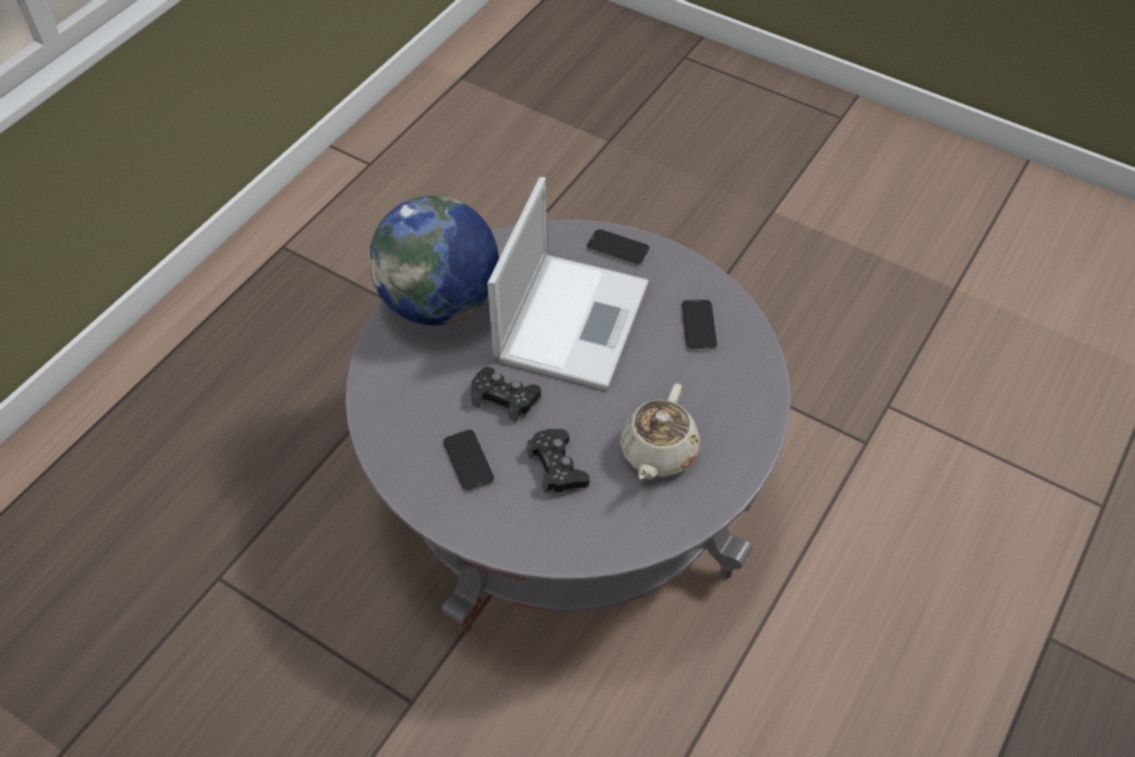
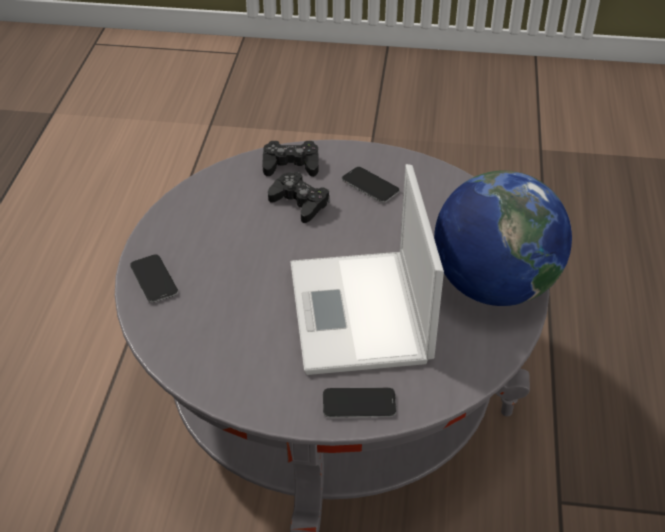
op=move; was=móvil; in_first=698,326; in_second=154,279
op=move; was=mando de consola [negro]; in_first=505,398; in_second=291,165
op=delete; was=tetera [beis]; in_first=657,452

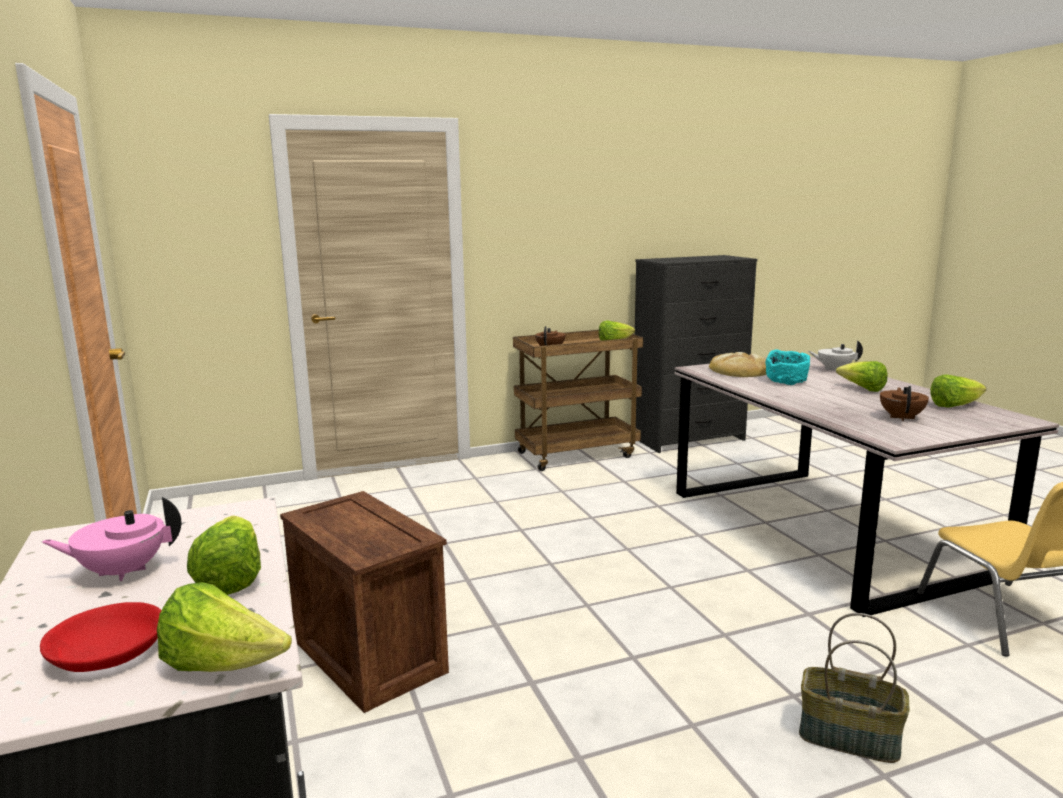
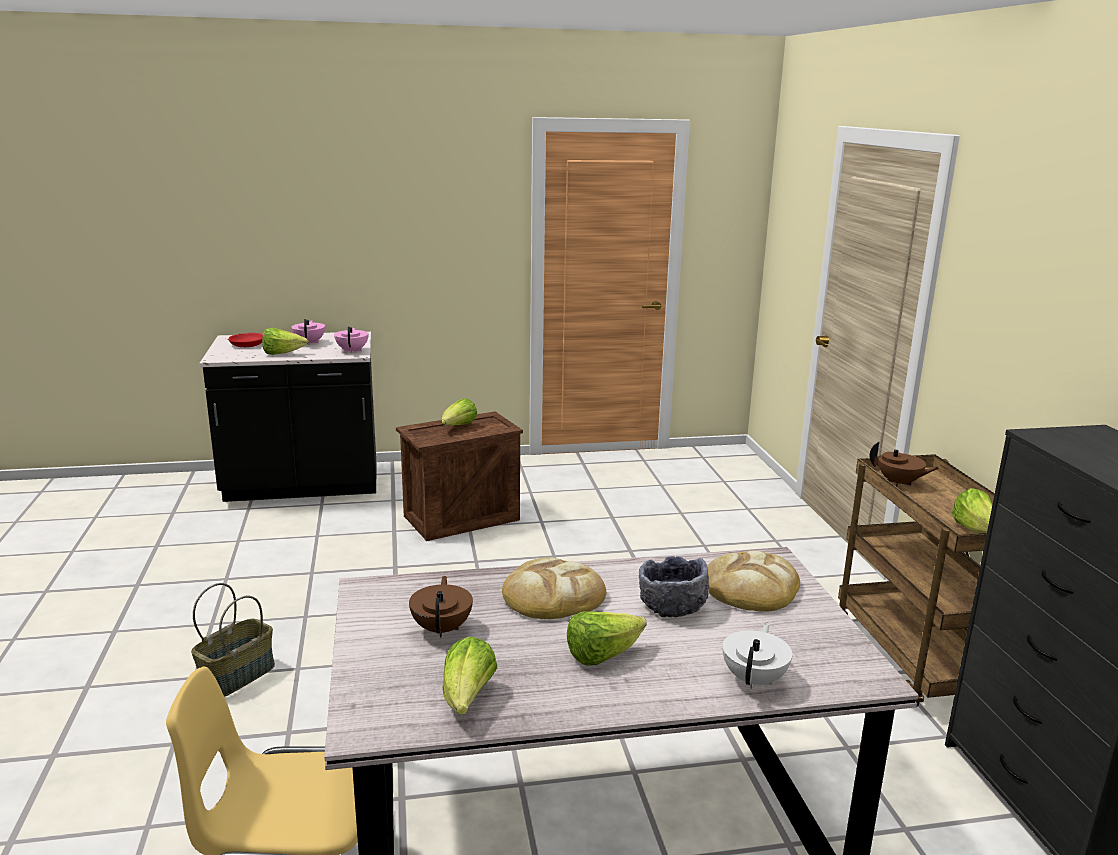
op=recolor; was=cuenco [turquesa]; now=cuenco [gris]; in_first=786,381; in_second=671,606
op=rotate; was=tetera [marrón]; in_first=901,417; in_second=442,628; clockwise=-120
op=move; was=lechuga; in_first=223,666; in_second=458,427
op=insert; now=tetera [rosa]; in_second=352,351
op=insert; now=pan; in_second=552,595

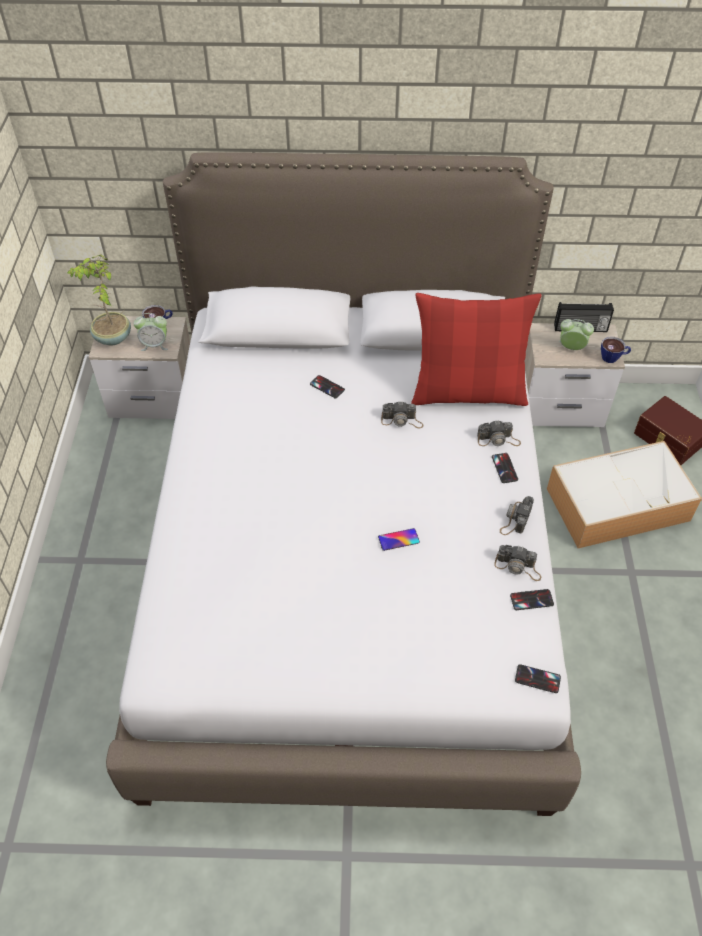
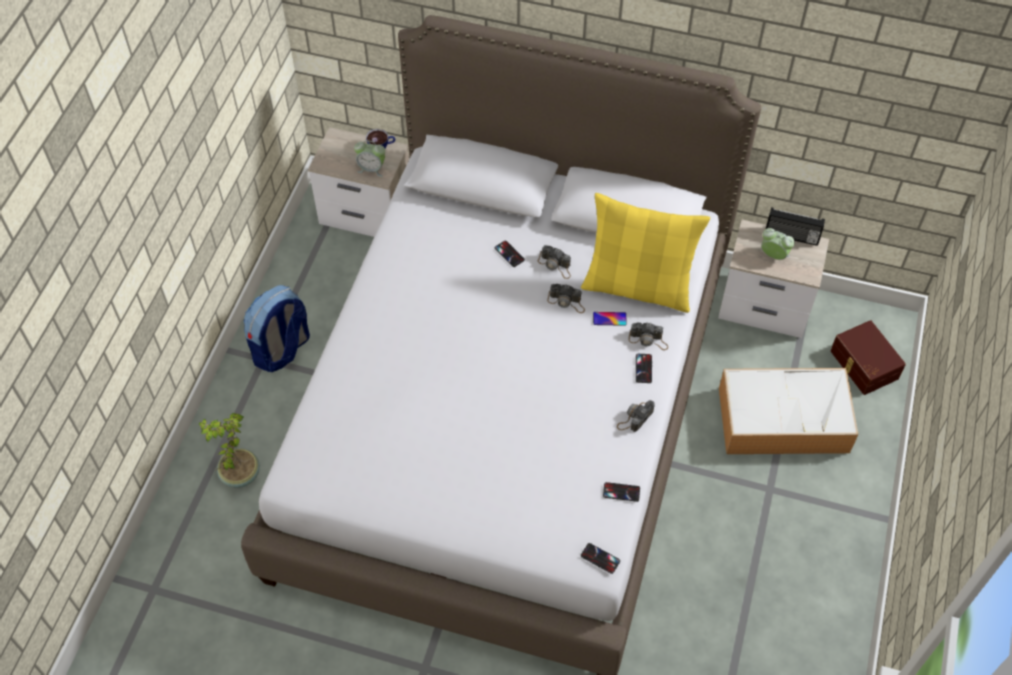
op=move; was=planta en maceta; in_first=112,338; in_second=239,475
op=recolor; was=cojín [rojo]; now=cojín [amarillo]; in_first=468,392; in_second=638,287
op=delete; was=taza; in_first=613,357
op=move; was=móvil; in_first=398,539; in_second=609,319
op=move; was=cámara; in_first=518,567; in_second=555,265
op=insert; now=mochila; in_second=282,350

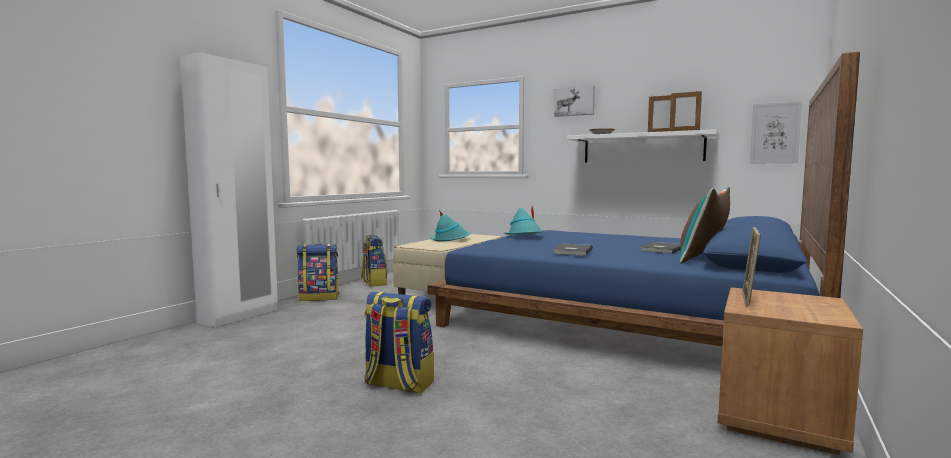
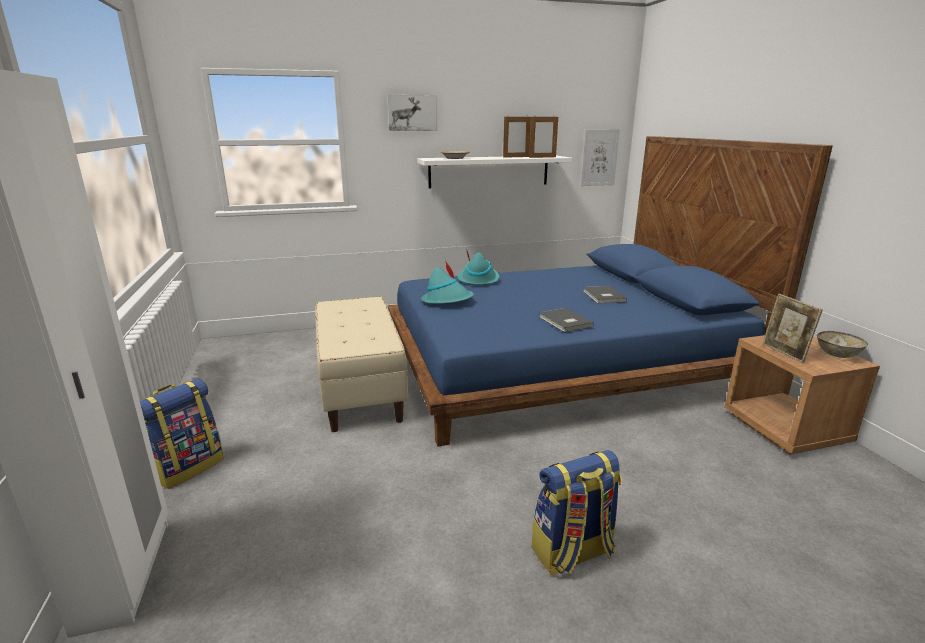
op=delete; was=cojín; in_first=703,259
op=move; was=sombrero [turquesa]; in_first=450,239; in_second=478,279
op=delete; was=mochila; in_first=374,283
op=insert; now=cuenco; in_second=837,354

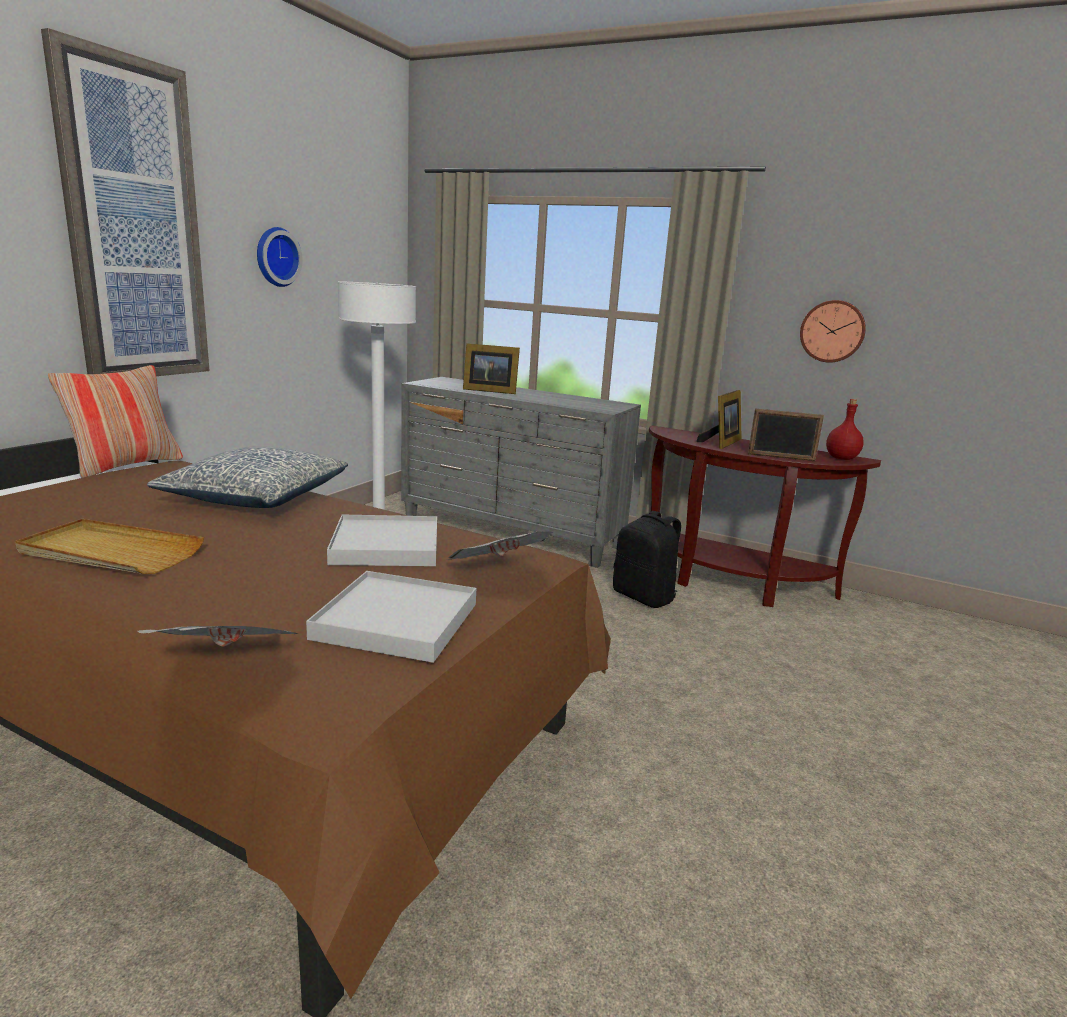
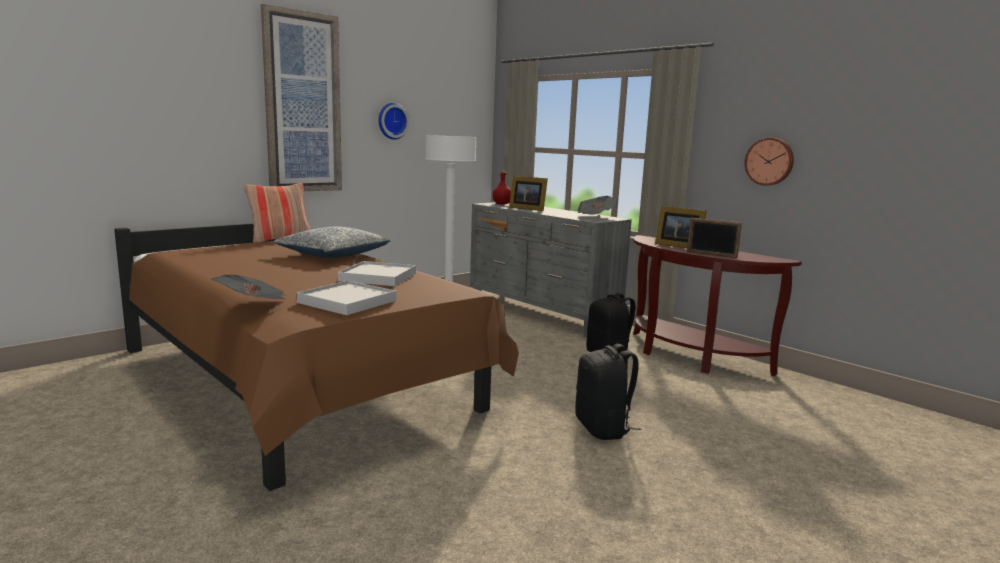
op=rotate; was=portarretratos; in_first=722,443; in_second=677,246; clockwise=75
op=move; was=botella [rojo]; in_first=841,458; in_second=502,204
op=delete; was=bandeja [beis]; in_first=110,553
op=move; was=periódico; in_first=497,572; in_second=596,217
op=insert; now=mochila [negro]; in_second=603,428

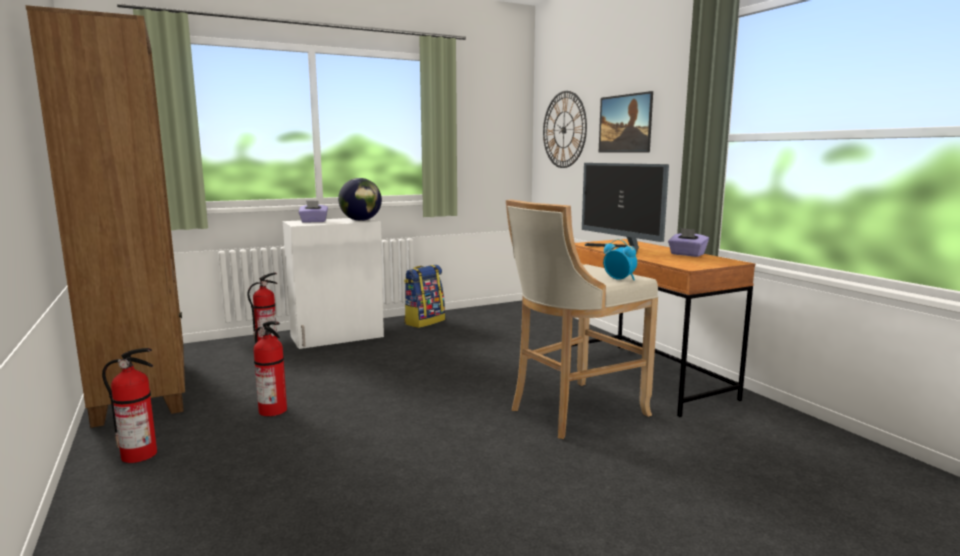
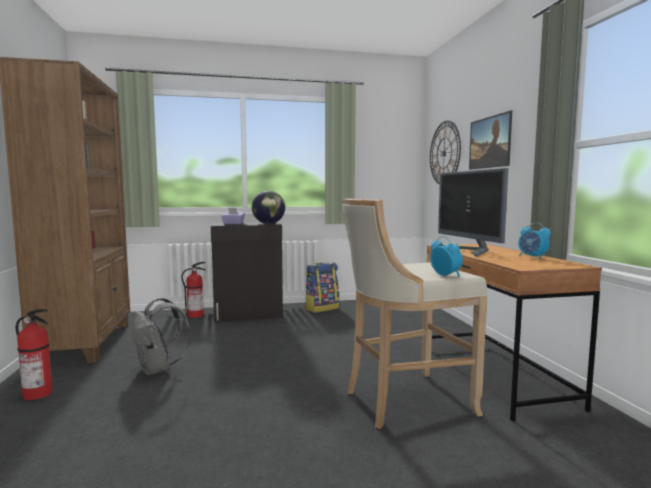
op=recolor; was=armario [blanco]; now=armario [negro]; in_first=338,336; in_second=249,315
op=replace; was=caja de pañuelos [morado]; now=despertador; in_first=687,254; in_second=532,257
op=replace; was=extintor; now=mochila [gris]; in_first=274,410; in_second=158,369

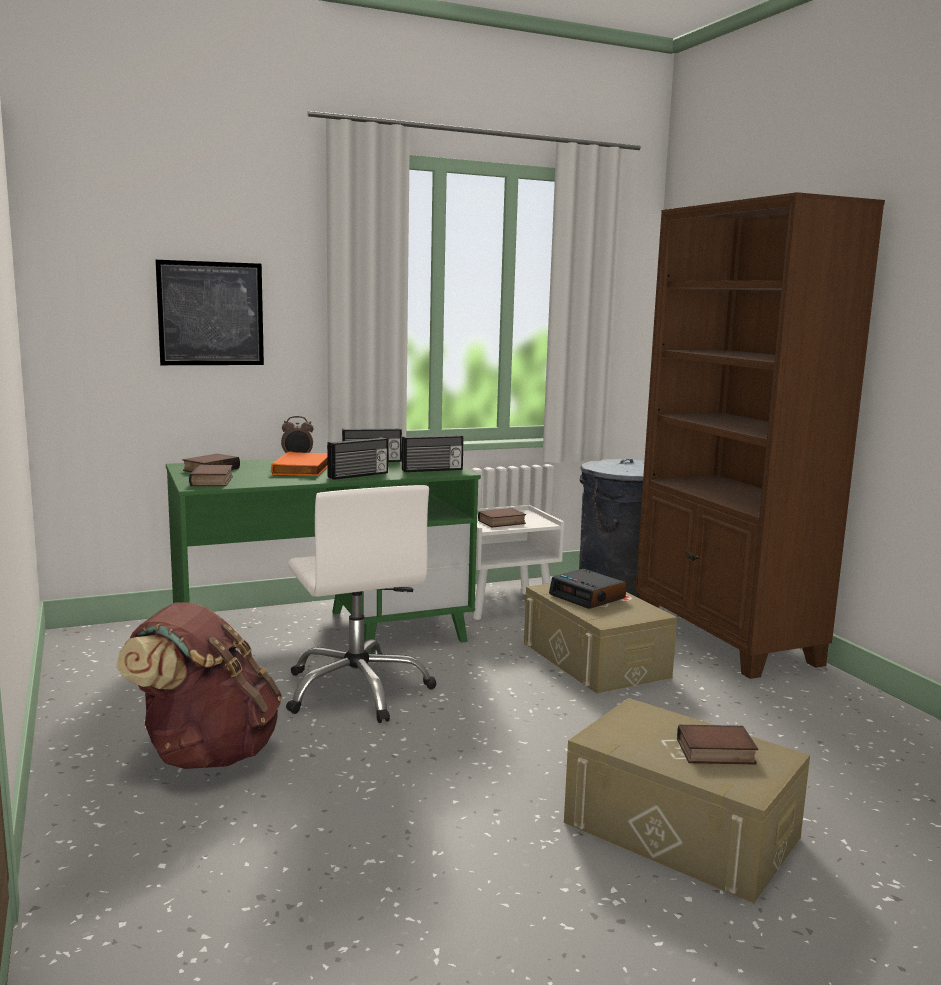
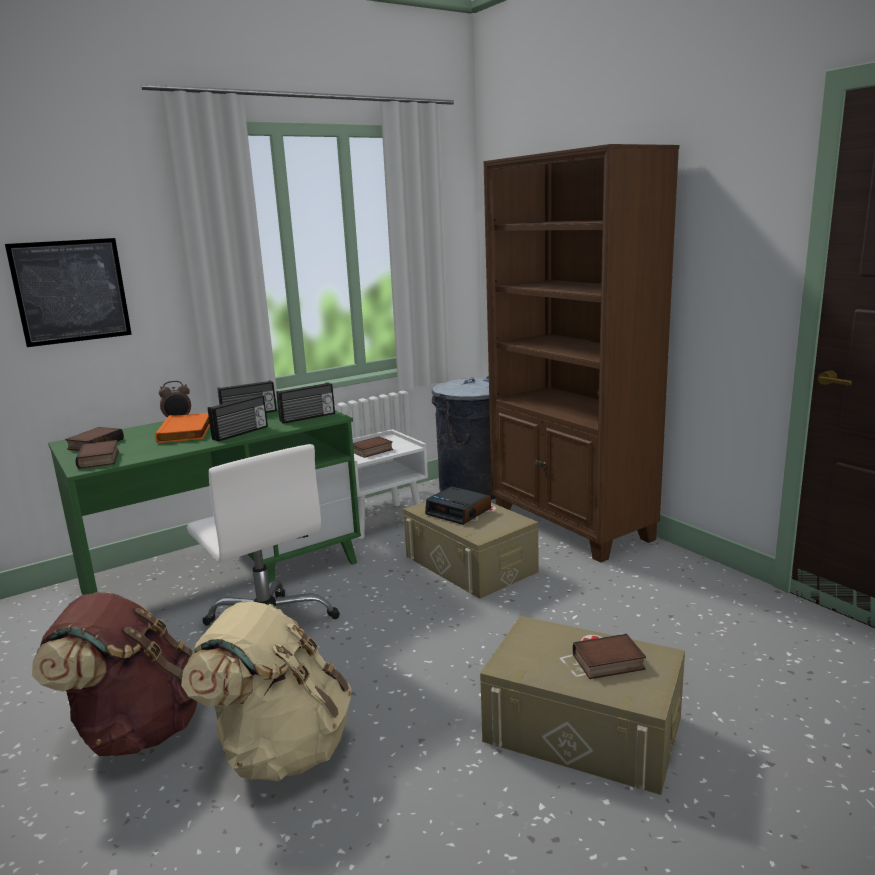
op=insert; now=mochila [beis]; in_second=281,749

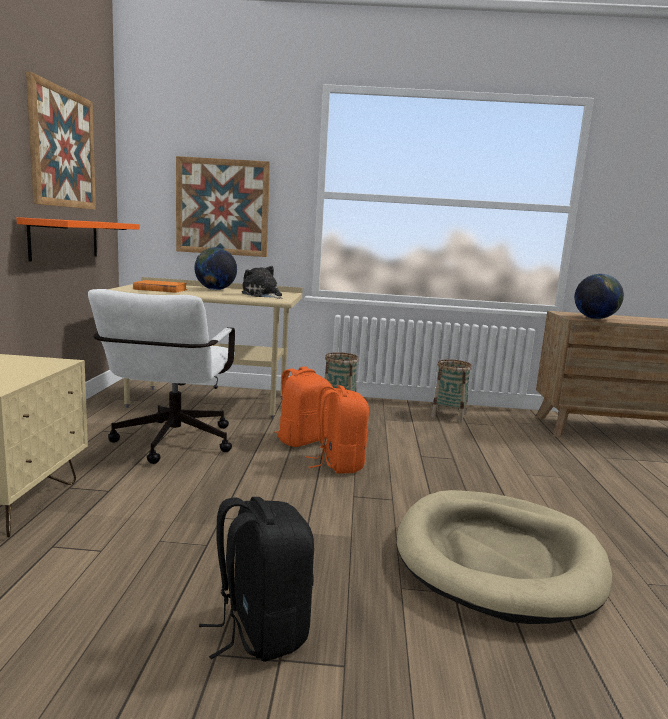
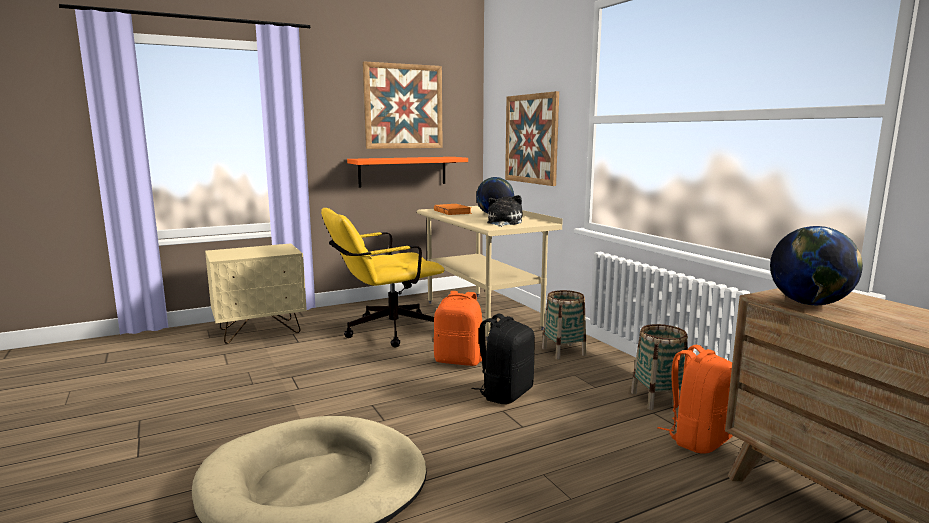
op=recolor; was=silla de oficina [blanco]; now=silla de oficina [amarillo]; in_first=170,445; in_second=384,332
op=move; was=mochila [naranja]; in_first=338,464; in_second=699,439
op=move; was=mochila [negro]; in_first=260,630; in_second=505,393

